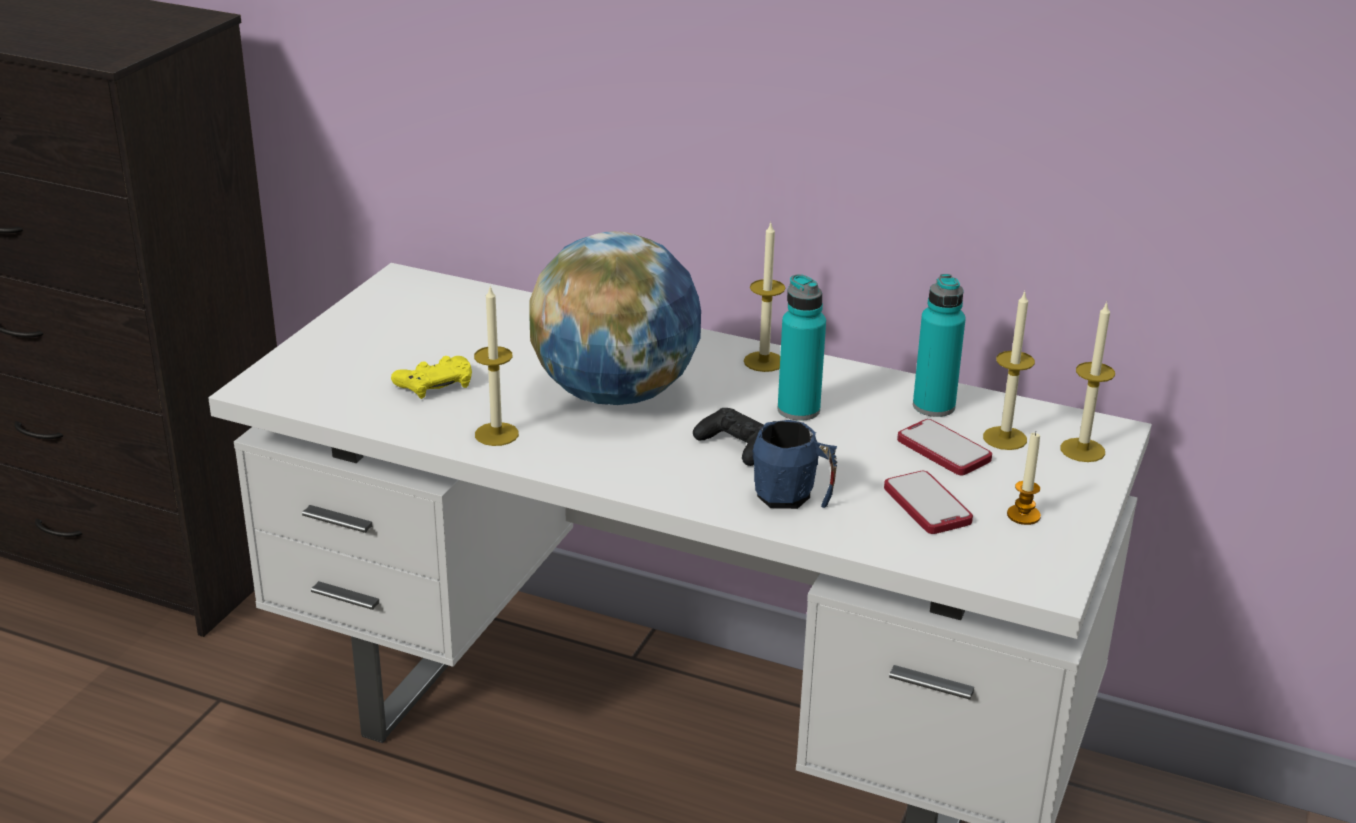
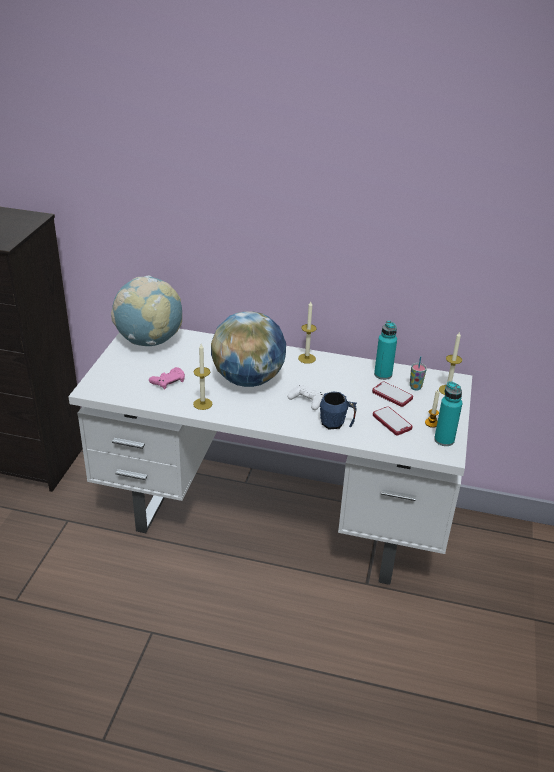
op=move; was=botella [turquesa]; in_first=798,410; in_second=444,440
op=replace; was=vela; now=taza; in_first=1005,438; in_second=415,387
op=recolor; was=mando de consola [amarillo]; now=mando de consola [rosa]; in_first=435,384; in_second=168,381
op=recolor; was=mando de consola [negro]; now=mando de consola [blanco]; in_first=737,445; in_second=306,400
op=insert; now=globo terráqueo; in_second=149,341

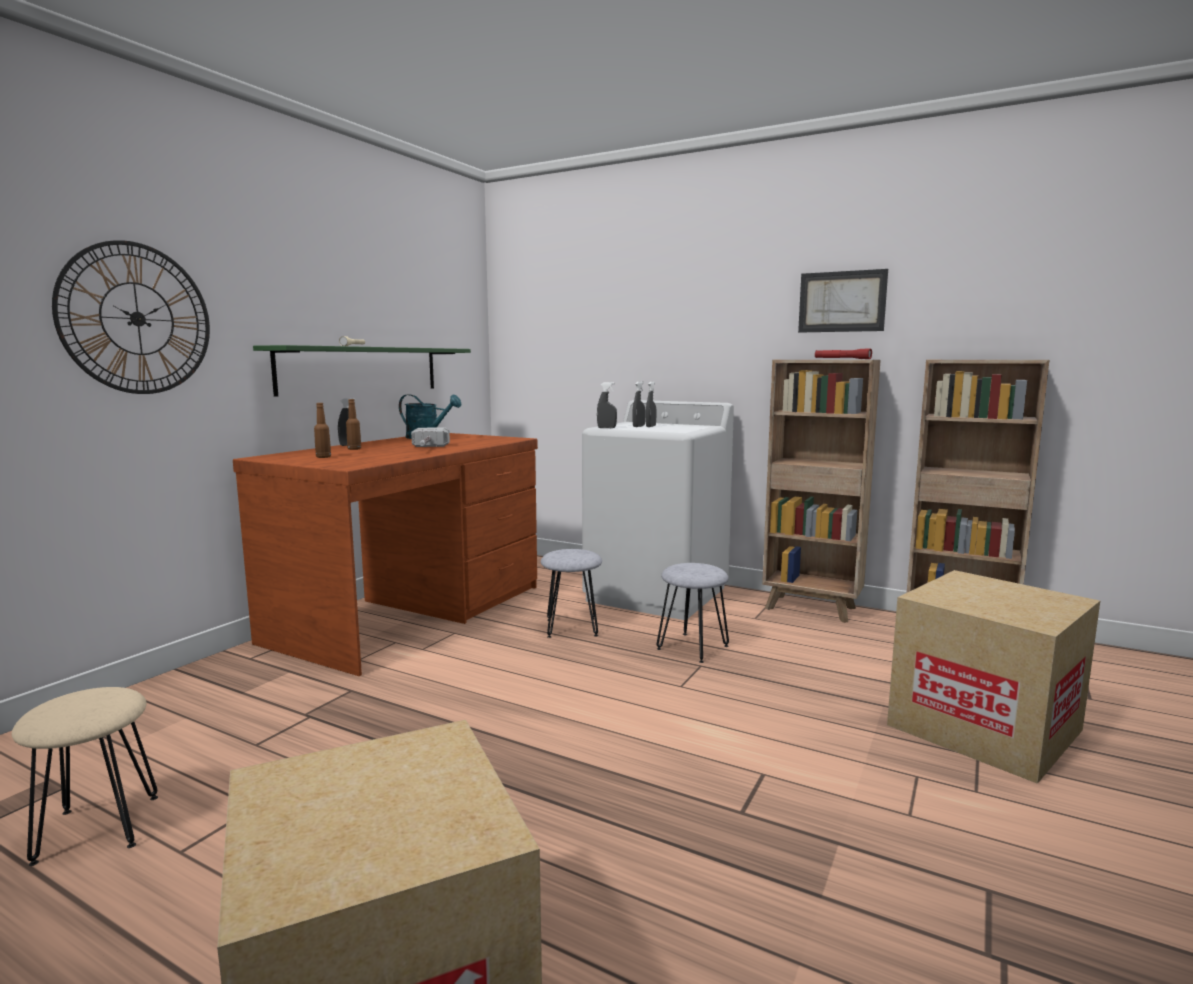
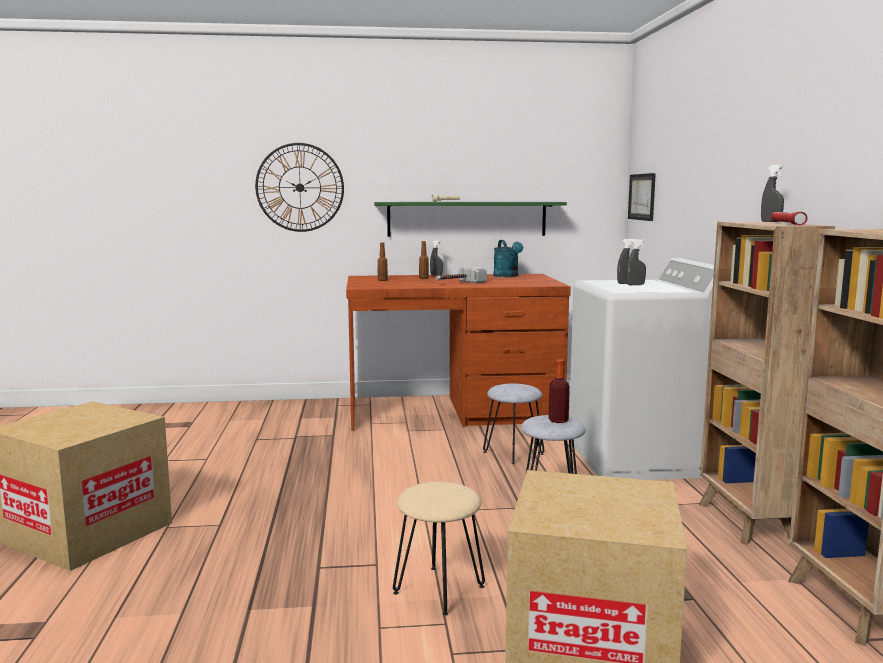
op=move; was=cuadro; in_first=842,301; in_second=642,197
op=move; was=pulverizador [gris]; in_first=606,428; in_second=771,221
op=move; was=taburete [beis]; in_first=97,828; in_second=438,589
op=insert; now=botella; in_second=558,420

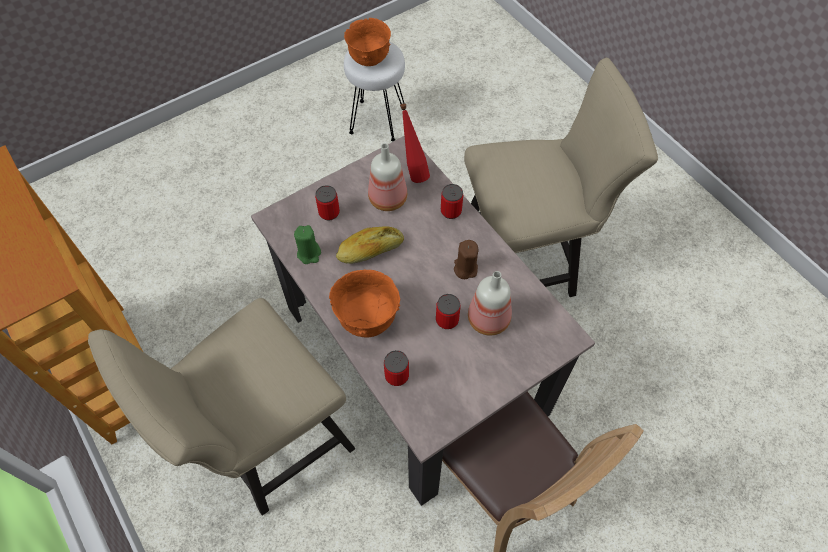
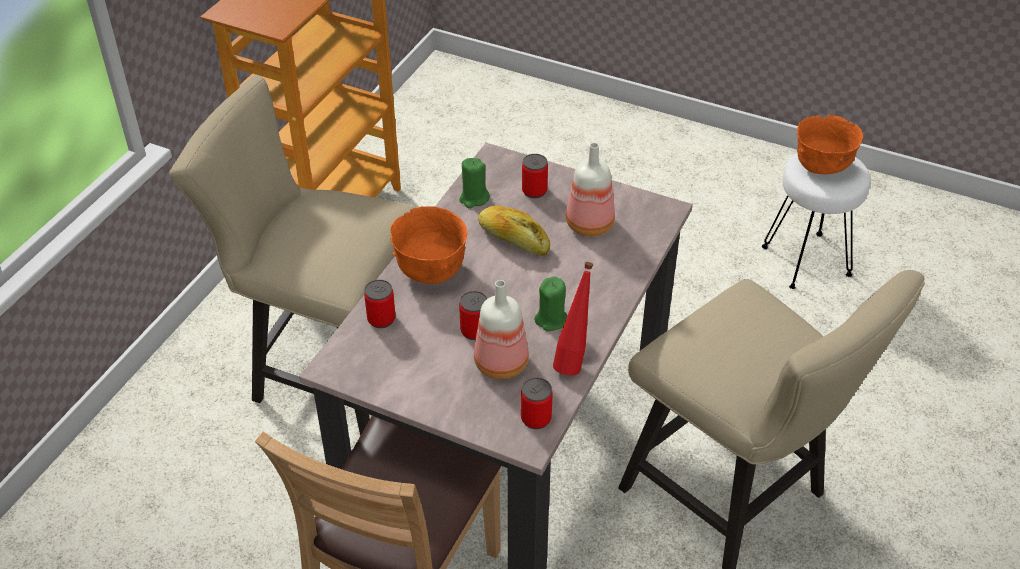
op=move; was=botella [rojo]; in_first=413,171; in_second=573,360
op=move; was=lata; in_first=451,211; in_second=536,418
op=recolor; was=vela [marrón]; now=vela [verde]; in_first=465,268; in_second=551,320

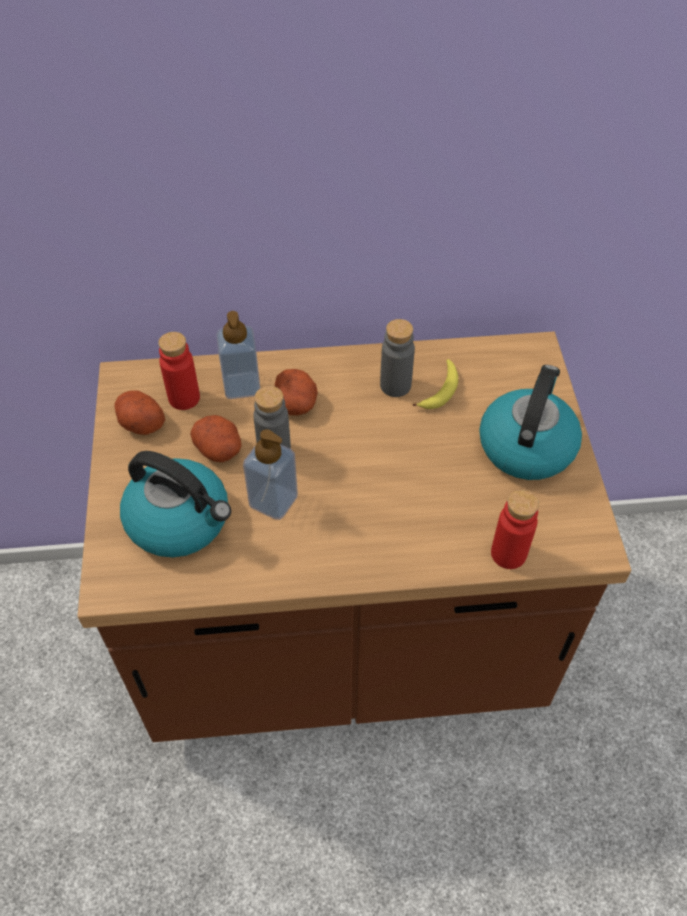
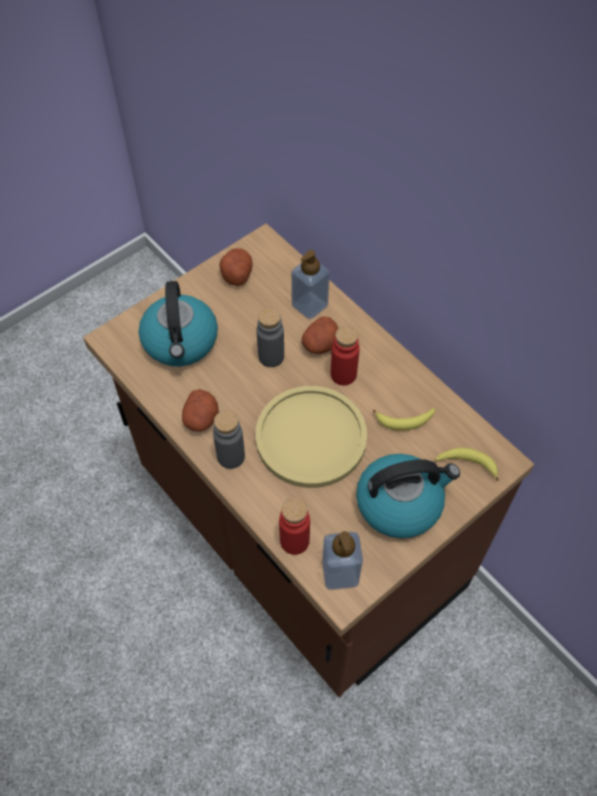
op=move; was=botella [gris]; in_first=395,385; in_second=231,456
op=move; was=botella [rojo]; in_first=184,398; in_second=343,374
op=move; was=patata; in_first=219,449; in_second=201,418
op=move; was=dispensador de jabón; in_first=273,501; in_second=340,573
op=insert; now=plato [amarillo]; in_second=311,437
op=insert; now=plátano; in_second=467,464

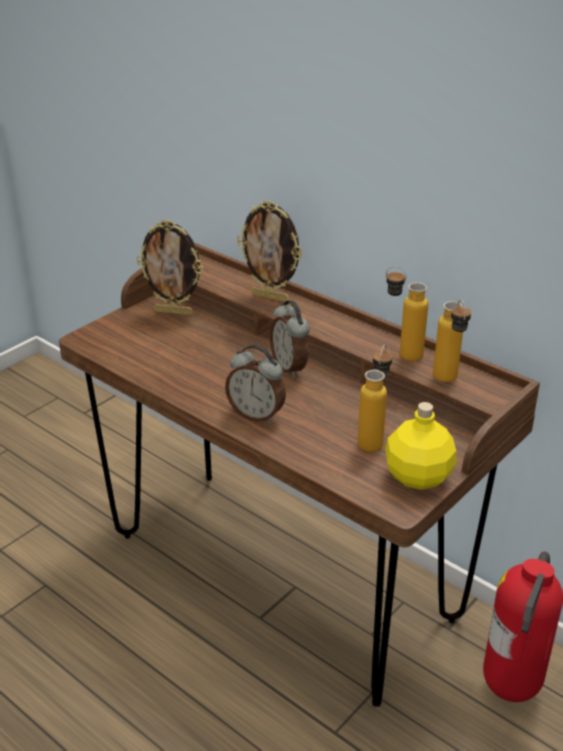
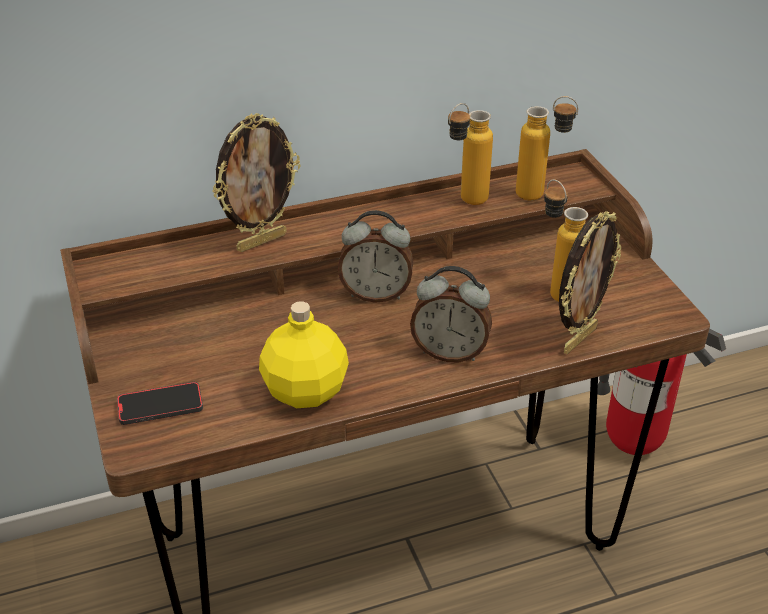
op=move; was=portarretratos; in_first=174,312; in_second=578,339
op=rotate; was=despertador; in_first=256,414; in_second=450,352; clockwise=45
op=move; was=botella [amarillo]; in_first=419,477; in_second=306,390
op=insert; now=móvil; in_second=160,406

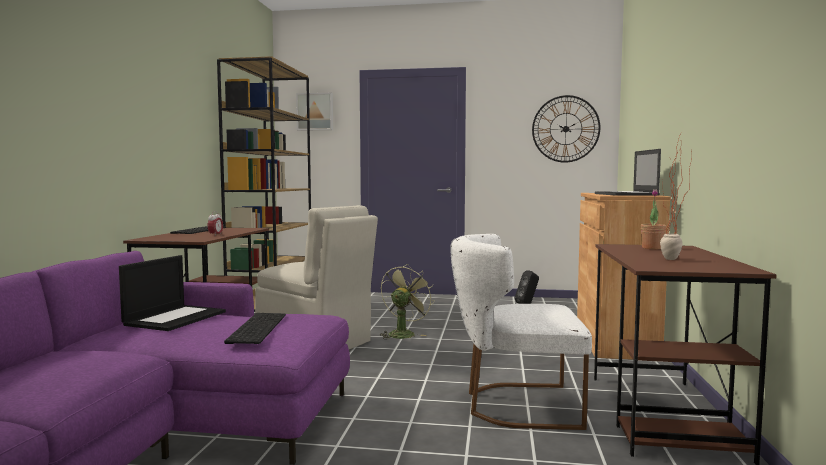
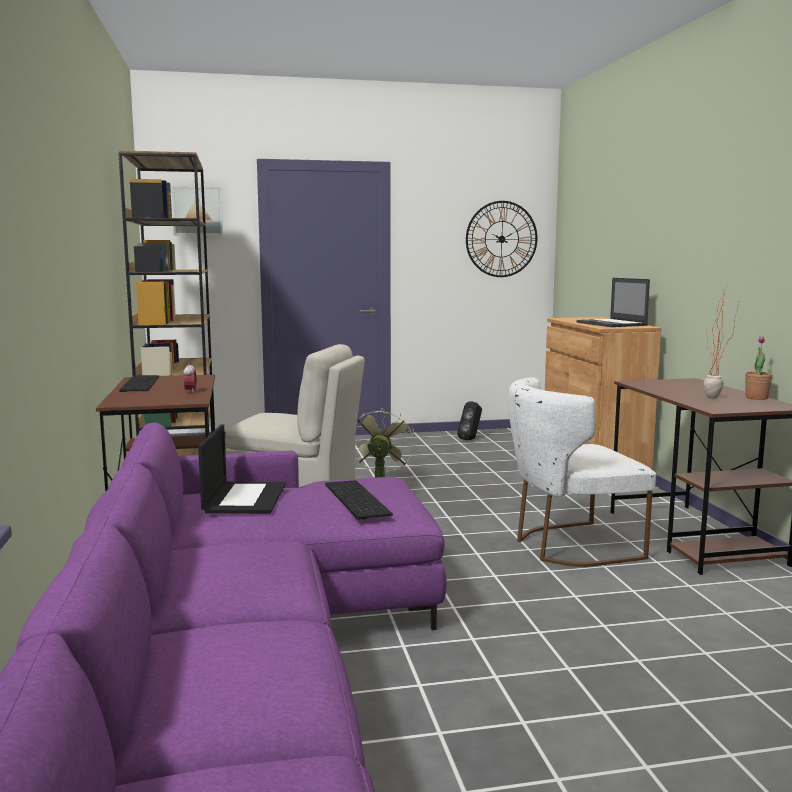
op=move; was=planta en maceta; in_first=652,248; in_second=756,398

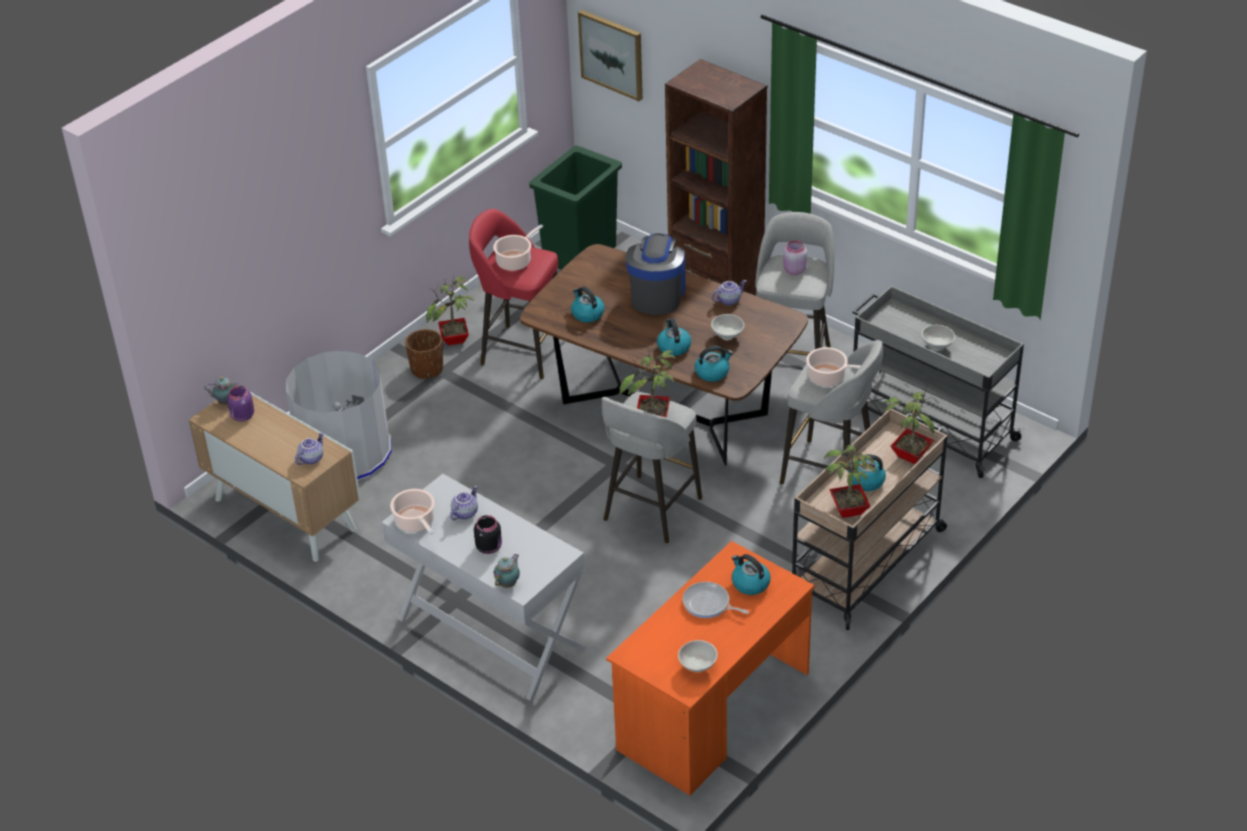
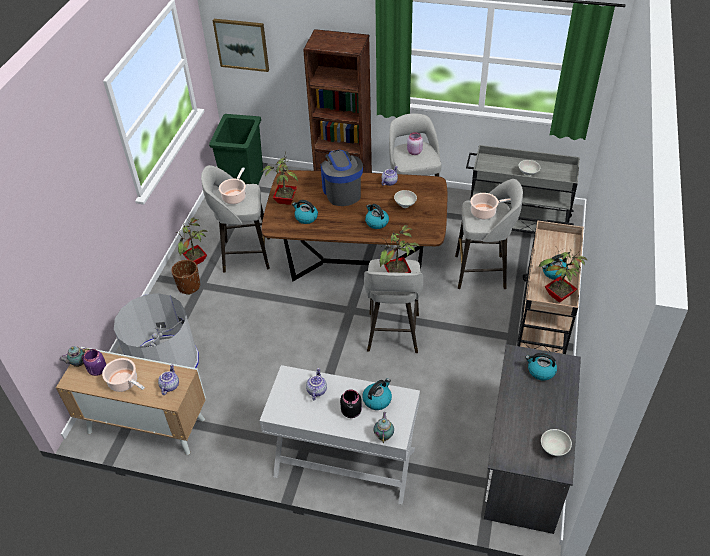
op=recolor; was=taburete [rojo]; now=taburete [gris]; in_first=521,351; in_second=244,255
op=move; was=hervidor; in_first=712,372; in_second=377,399
op=move; was=planta en maceta; in_first=909,455; in_second=284,200
op=move; was=olla; in_first=416,523; in_second=124,382
op=recolor; was=escritorio [naranja]; now=escritorio [gris]; in_first=713,711; in_second=525,462
op=delete; was=sartén; in_first=708,604

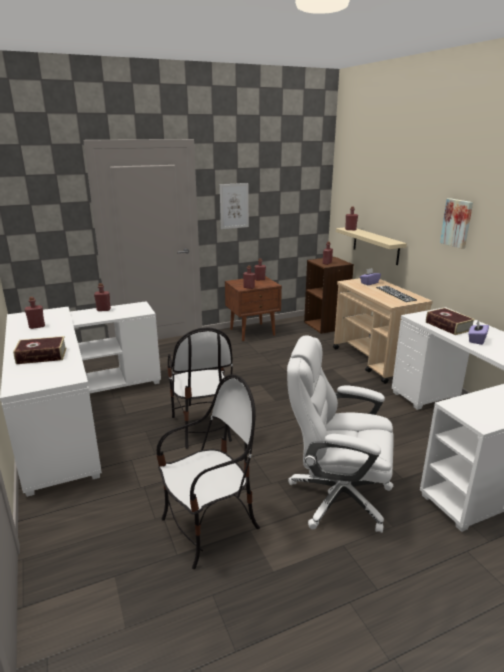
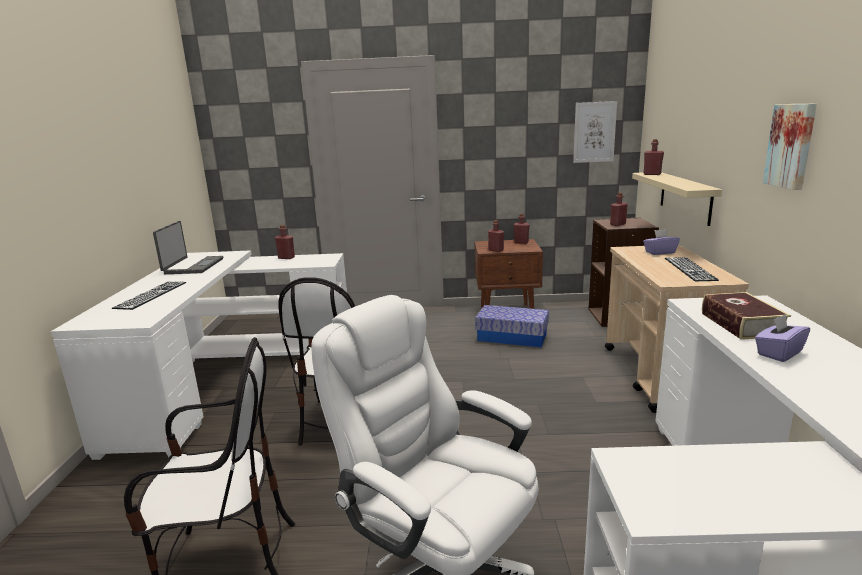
op=move; was=cuadro; in_first=234,206; in_second=594,132
op=replace; was=botella [rojo]; now=portátil; in_first=37,326; in_second=192,266
op=replace; was=libro; now=teclado; in_first=42,356; in_second=151,295
op=insert; now=caja de almacenaje; in_second=512,337

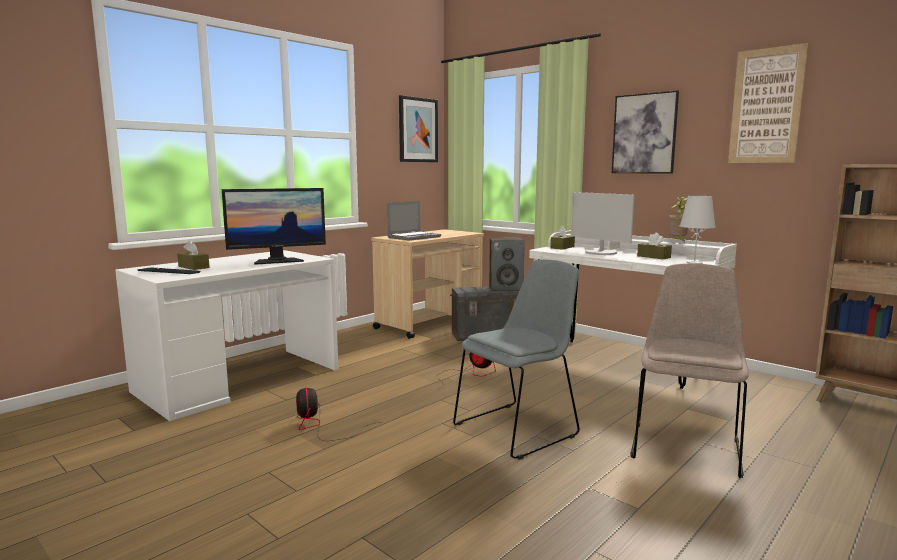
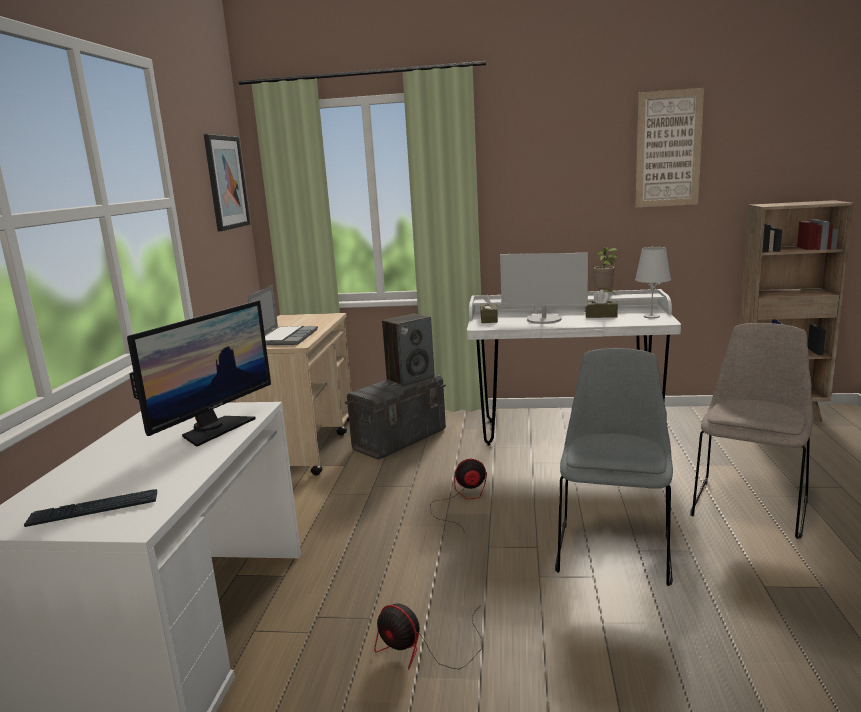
op=delete; was=cuadro; in_first=644,134
op=delete; was=caja de pañuelos [marrón]; in_first=193,267
op=rotate; was=silla [beis]; in_first=685,445; in_second=750,505; clockwise=45

